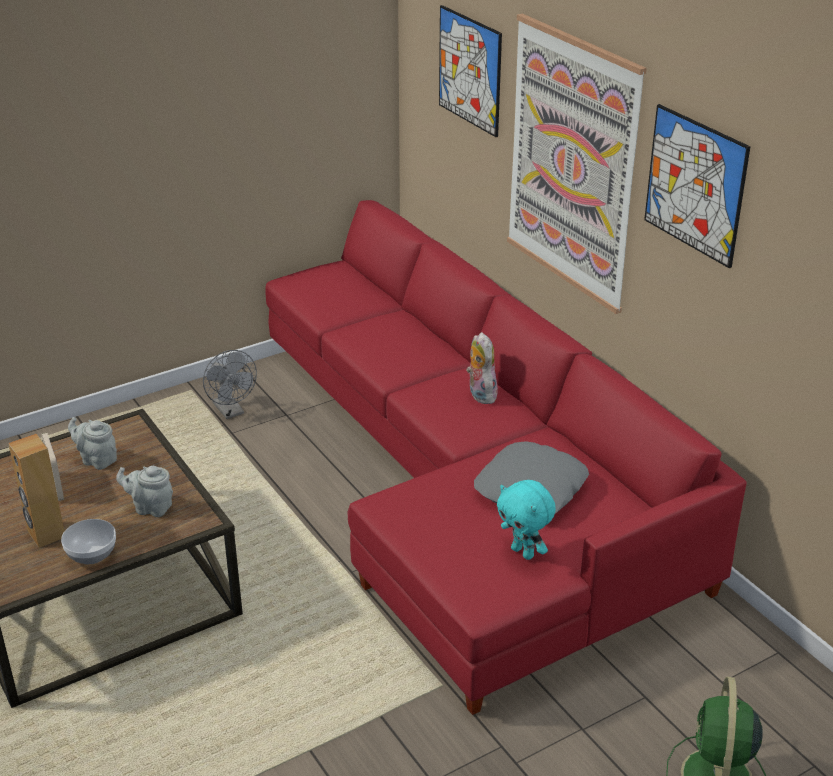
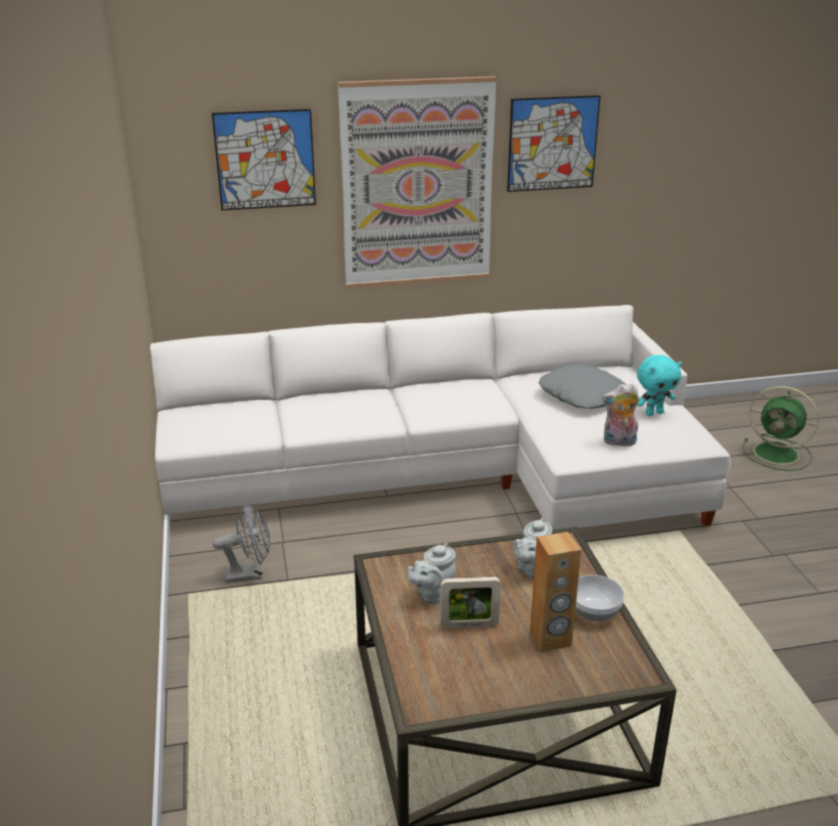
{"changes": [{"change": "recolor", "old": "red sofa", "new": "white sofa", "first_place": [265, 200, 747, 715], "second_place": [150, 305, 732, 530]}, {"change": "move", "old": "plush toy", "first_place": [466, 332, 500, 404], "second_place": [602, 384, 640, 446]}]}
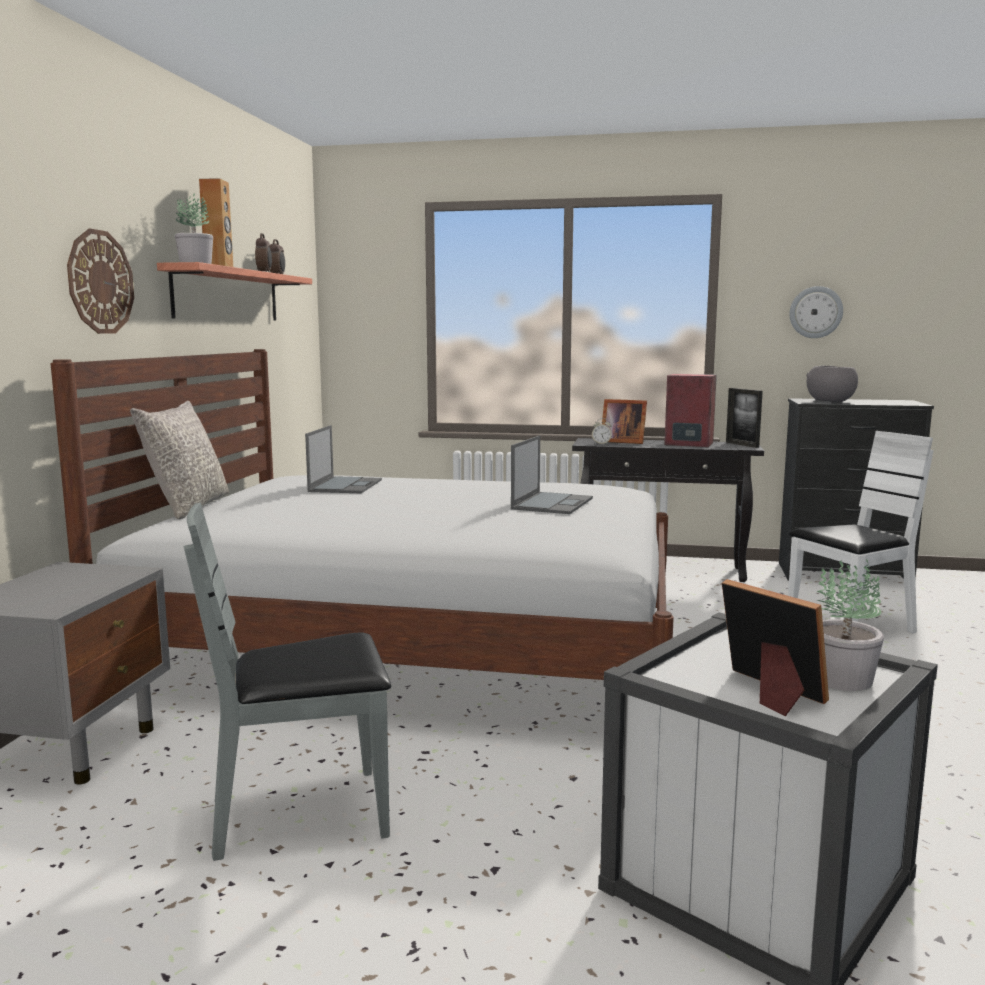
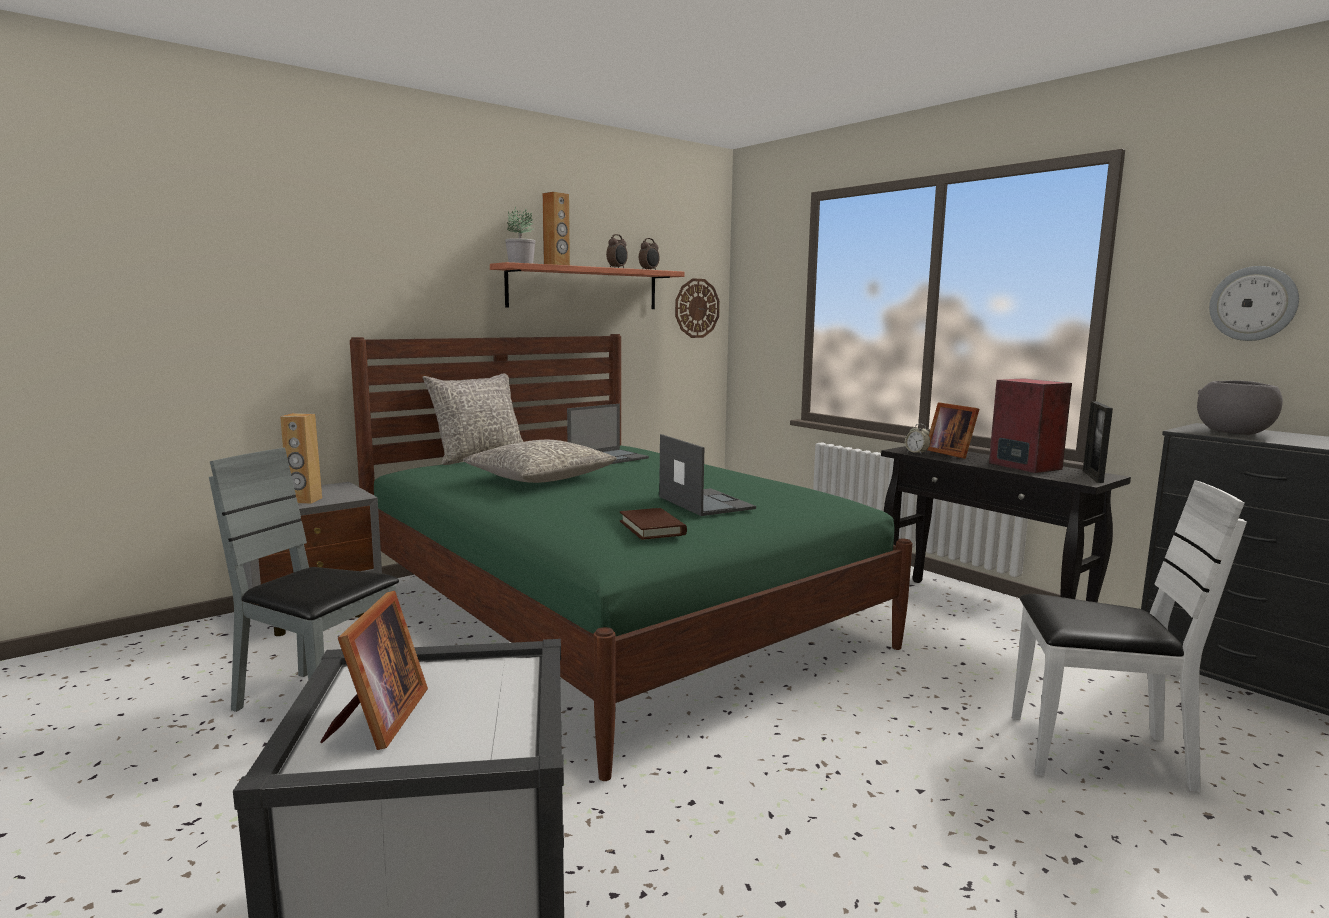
{"changes": [{"change": "move", "old": "wall clock", "first_place": [67, 228, 134, 334], "second_place": [675, 278, 720, 338]}, {"change": "recolor", "old": "white bed", "new": "green bed", "first_place": [51, 349, 674, 680], "second_place": [350, 334, 912, 781]}, {"change": "rotate", "old": "laptop", "first_place": [511, 436, 593, 514], "second_place": [659, 434, 756, 516], "degrees": -90}, {"change": "delete", "old": "potted plant", "first_place": [816, 559, 884, 691]}, {"change": "insert", "new": "brown speaker", "second_place": [280, 413, 322, 504]}, {"change": "insert", "new": "grey pillow", "second_place": [463, 440, 617, 483]}, {"change": "insert", "new": "brown book", "second_place": [620, 508, 687, 540]}]}
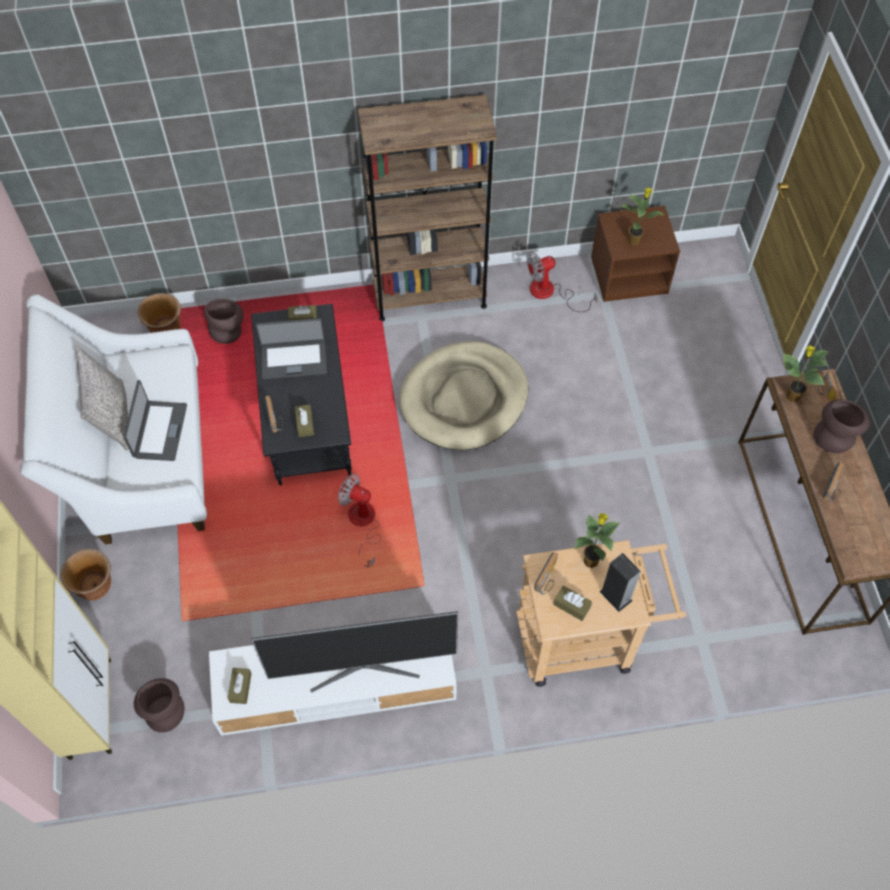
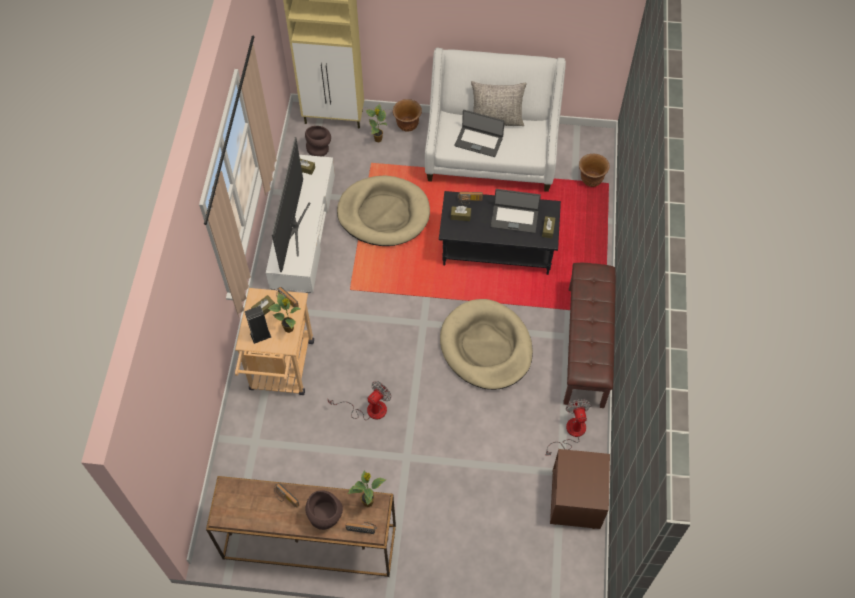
{"changes": [{"change": "replace", "old": "brown bookcase", "new": "brown bench", "first_place": [358, 95, 497, 321], "second_place": [563, 263, 616, 408]}, {"change": "move", "old": "potted plant", "first_place": [621, 187, 664, 246], "second_place": [366, 104, 387, 142]}, {"change": "delete", "old": "brown vase", "first_place": [204, 299, 243, 344]}, {"change": "rotate", "old": "laptop", "first_place": [256, 318, 327, 379], "second_place": [491, 189, 541, 233], "degrees": -90}, {"change": "move", "old": "fan", "first_place": [338, 474, 381, 567], "second_place": [328, 381, 391, 421]}, {"change": "insert", "new": "beige dog bed", "second_place": [337, 175, 430, 246]}]}
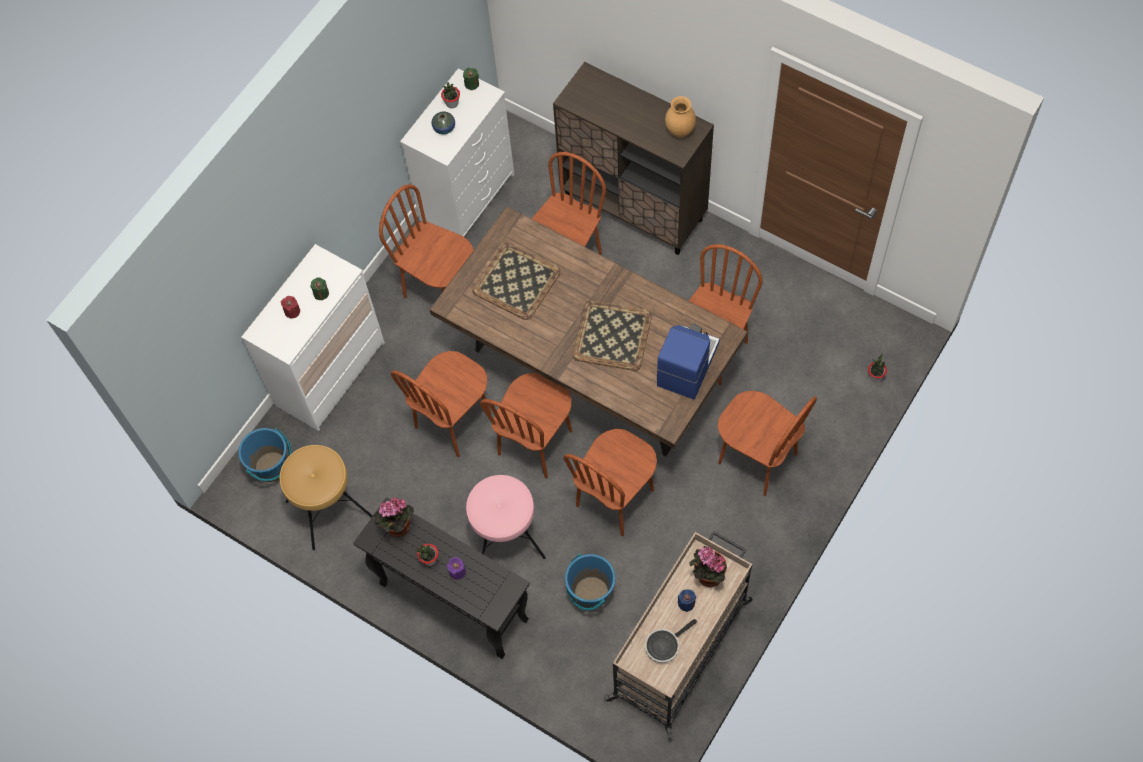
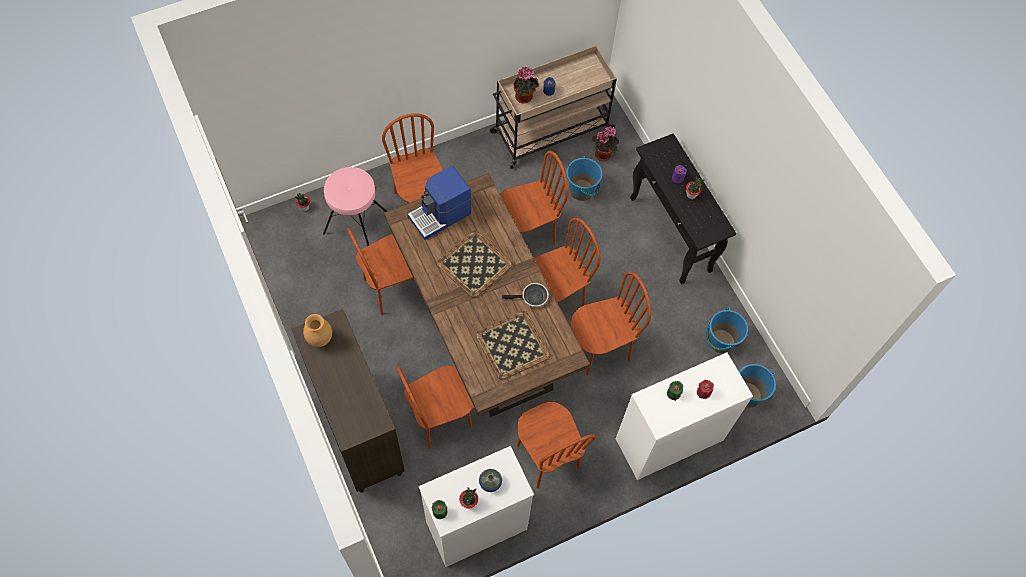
{"changes": [{"change": "replace", "old": "brown stool", "new": "blue bucket", "first_place": [280, 445, 373, 550], "second_place": [706, 308, 748, 353]}, {"change": "move", "old": "pink stool", "first_place": [466, 475, 546, 559], "second_place": [323, 167, 387, 246]}, {"change": "move", "old": "potted plant", "first_place": [373, 497, 414, 537], "second_place": [592, 126, 619, 161]}, {"change": "move", "old": "frying pan", "first_place": [645, 619, 697, 663], "second_place": [502, 283, 549, 307]}]}
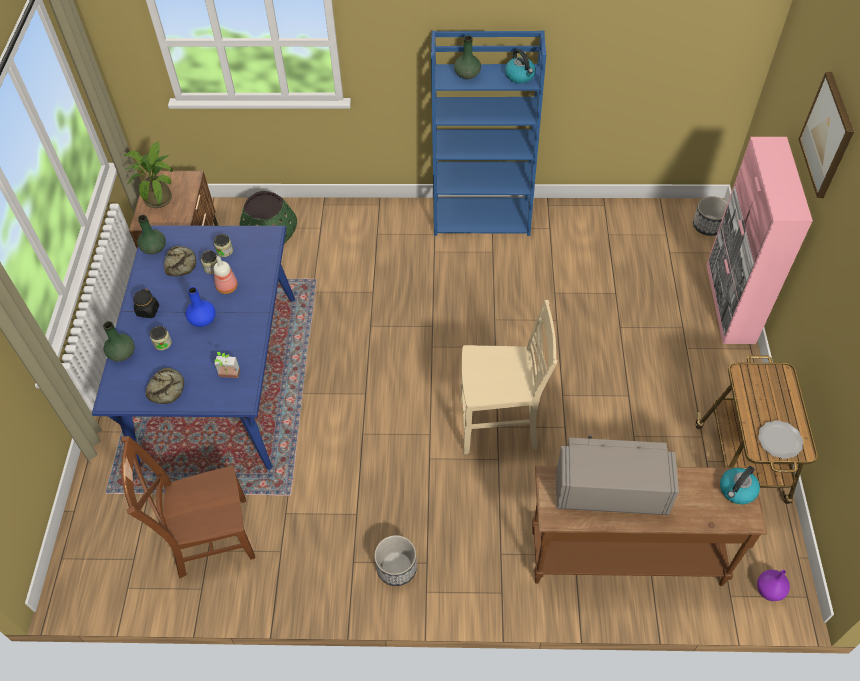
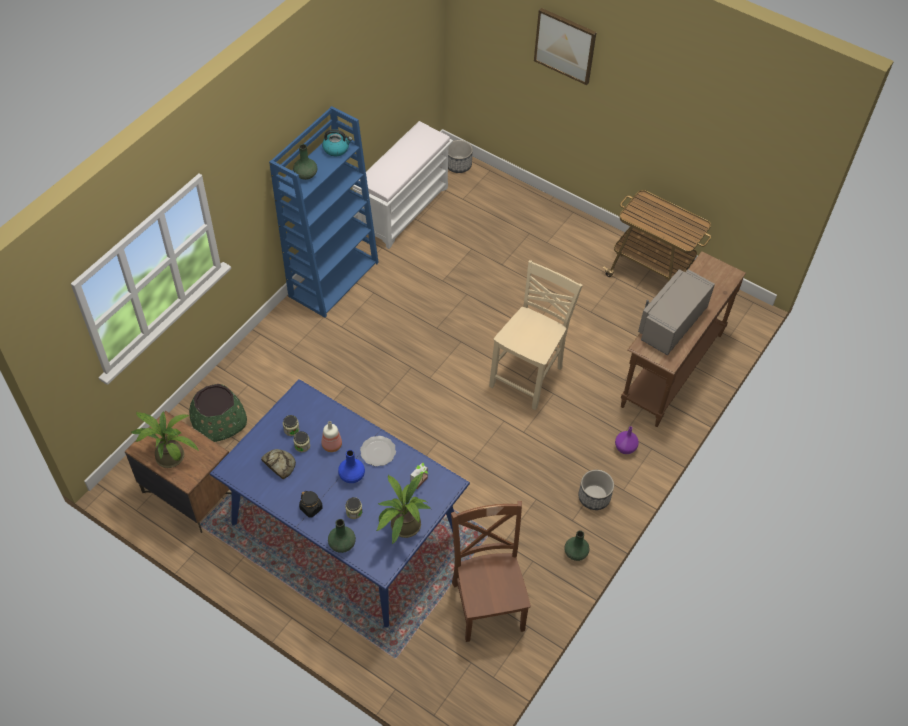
{"changes": [{"change": "delete", "old": "pink cabinet", "first_place": [706, 137, 813, 344]}, {"change": "move", "old": "green vase", "first_place": [137, 215, 166, 254], "second_place": [564, 531, 589, 561]}, {"change": "replace", "old": "bread", "new": "potted plant", "first_place": [146, 368, 184, 404], "second_place": [376, 473, 431, 544]}, {"change": "move", "old": "plate", "first_place": [758, 420, 803, 459], "second_place": [360, 436, 396, 466]}, {"change": "rotate", "old": "brown chair", "first_place": [121, 436, 255, 578], "second_place": [451, 501, 531, 642], "degrees": 150}, {"change": "delete", "old": "kettle", "first_place": [720, 466, 760, 504]}, {"change": "move", "old": "purple vase", "first_place": [757, 569, 790, 601], "second_place": [615, 427, 639, 454]}, {"change": "insert", "new": "white bench", "second_place": [352, 121, 453, 249]}]}
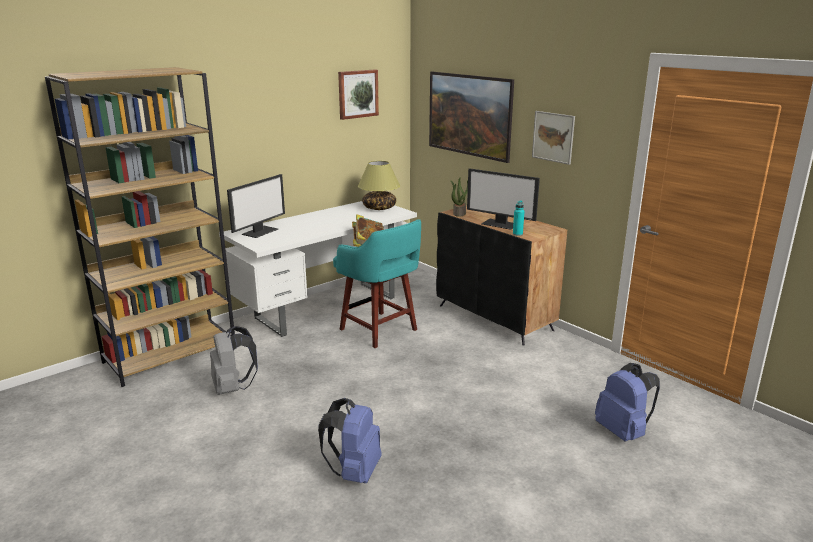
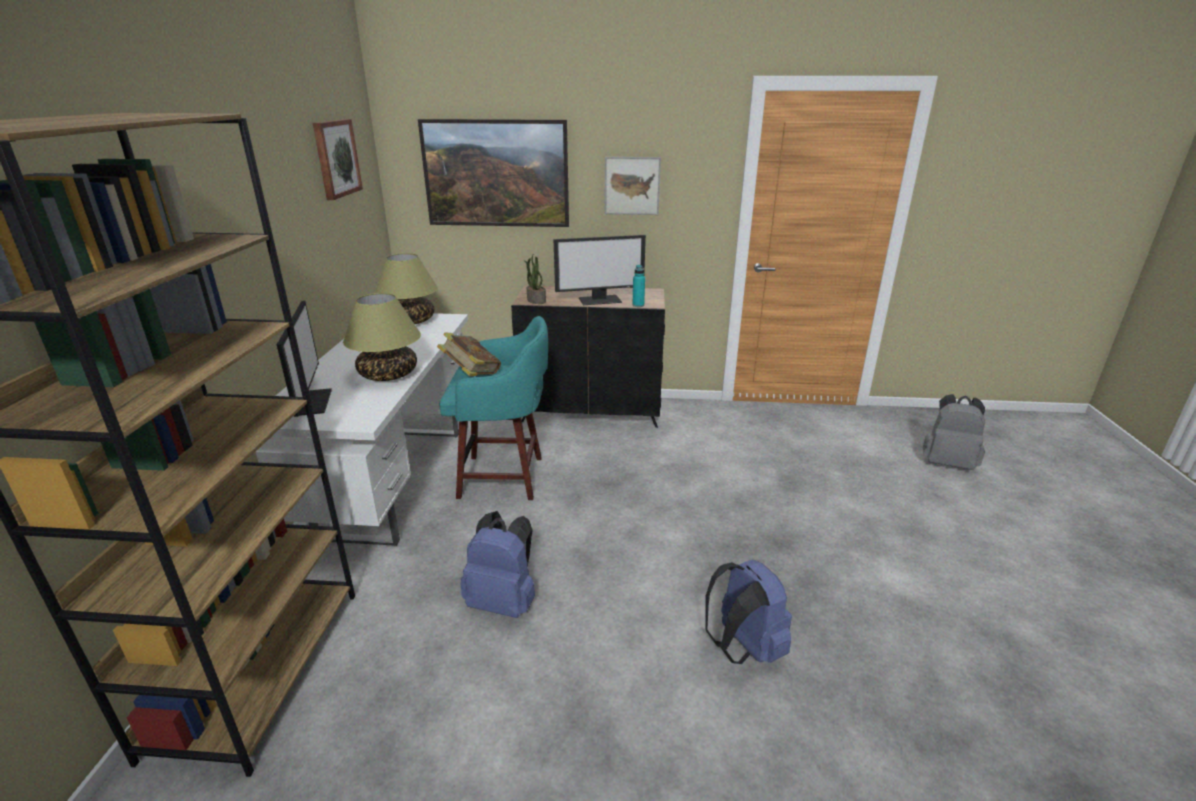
{"changes": [{"change": "move", "old": "grey backpack", "first_place": [210, 326, 258, 395], "second_place": [923, 394, 985, 470]}, {"change": "move", "old": "blue backpack", "first_place": [595, 363, 660, 442], "second_place": [460, 511, 535, 618]}, {"change": "insert", "new": "table lamp", "second_place": [343, 293, 421, 381]}]}
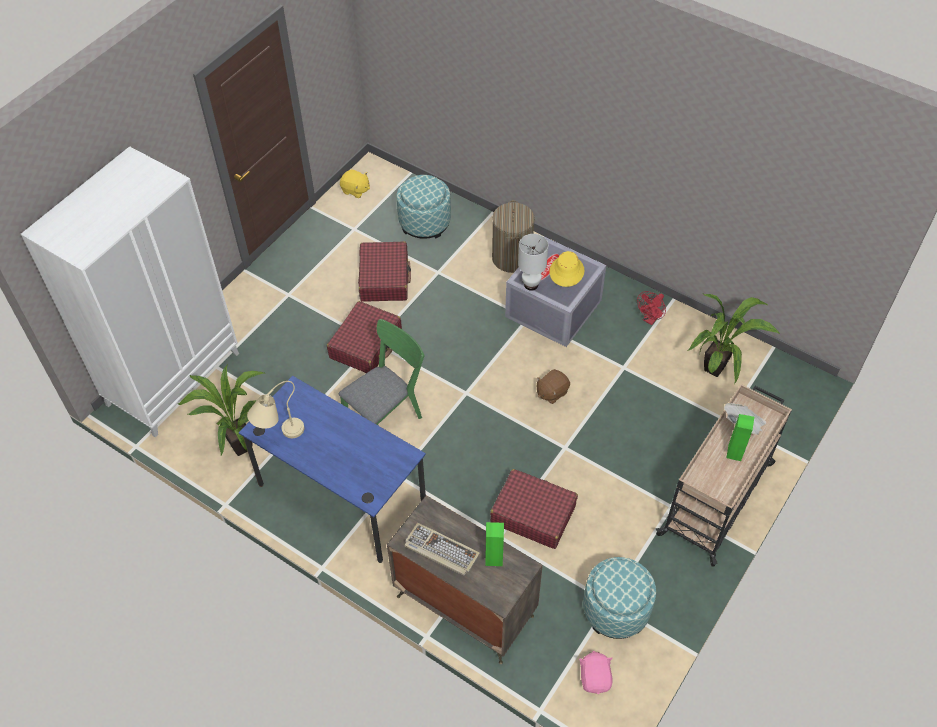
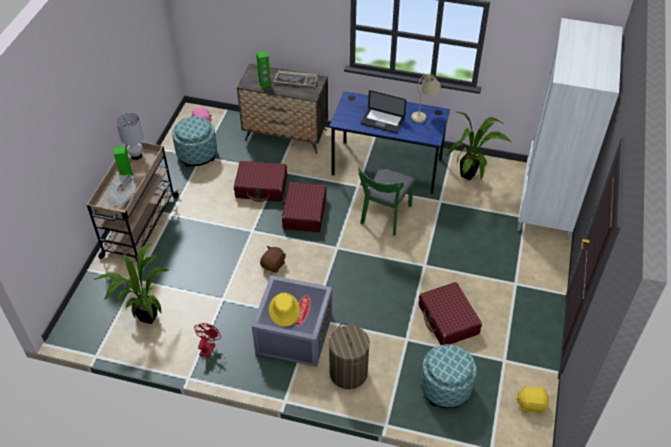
{"changes": [{"change": "move", "old": "white table lamp", "first_place": [518, 234, 548, 291], "second_place": [116, 113, 143, 160]}, {"change": "move", "old": "red suitcase", "first_place": [327, 301, 402, 373], "second_place": [282, 182, 326, 232]}, {"change": "insert", "new": "laptop", "second_place": [361, 90, 406, 133]}]}
